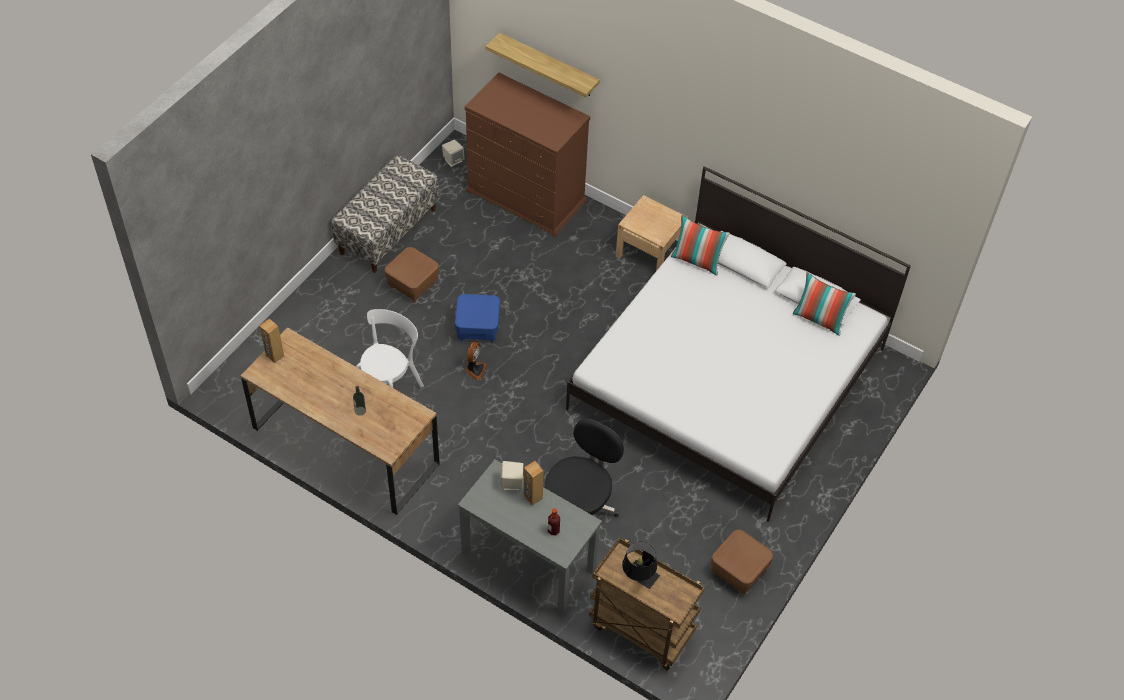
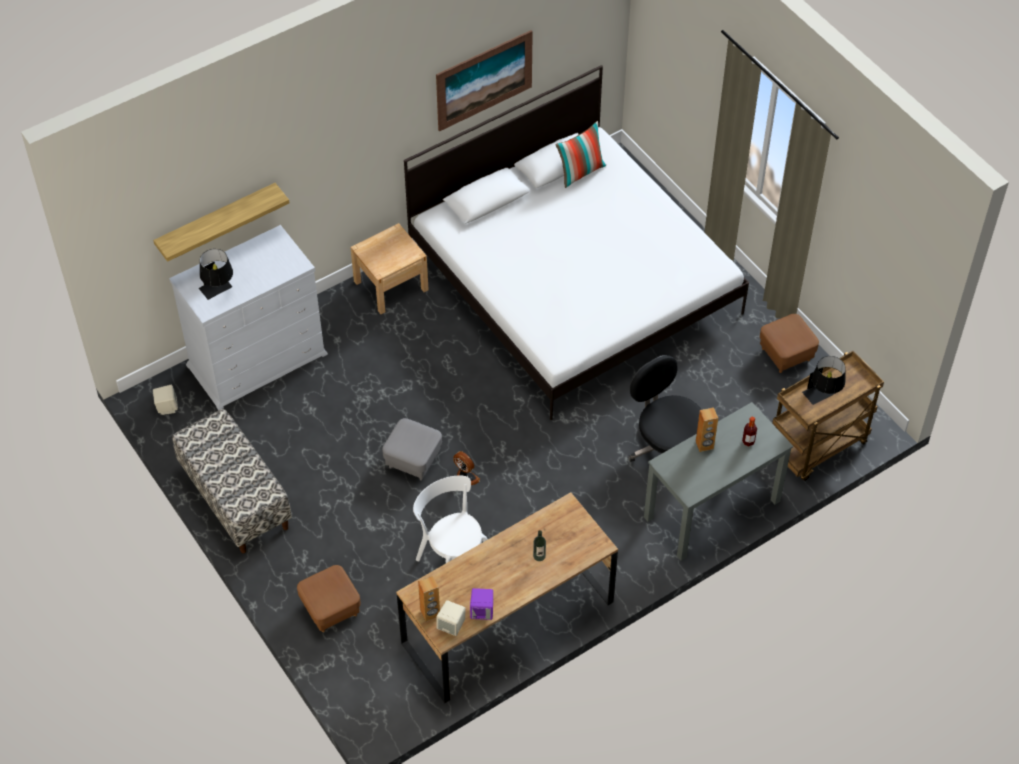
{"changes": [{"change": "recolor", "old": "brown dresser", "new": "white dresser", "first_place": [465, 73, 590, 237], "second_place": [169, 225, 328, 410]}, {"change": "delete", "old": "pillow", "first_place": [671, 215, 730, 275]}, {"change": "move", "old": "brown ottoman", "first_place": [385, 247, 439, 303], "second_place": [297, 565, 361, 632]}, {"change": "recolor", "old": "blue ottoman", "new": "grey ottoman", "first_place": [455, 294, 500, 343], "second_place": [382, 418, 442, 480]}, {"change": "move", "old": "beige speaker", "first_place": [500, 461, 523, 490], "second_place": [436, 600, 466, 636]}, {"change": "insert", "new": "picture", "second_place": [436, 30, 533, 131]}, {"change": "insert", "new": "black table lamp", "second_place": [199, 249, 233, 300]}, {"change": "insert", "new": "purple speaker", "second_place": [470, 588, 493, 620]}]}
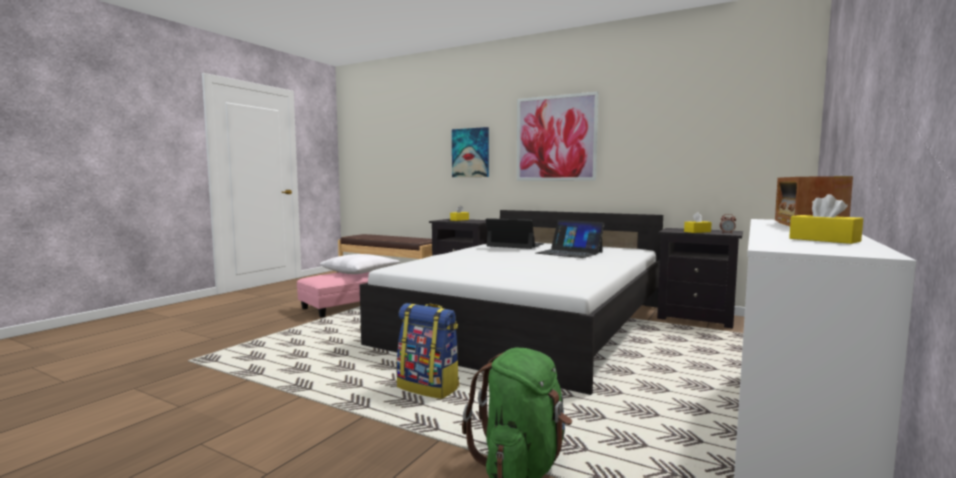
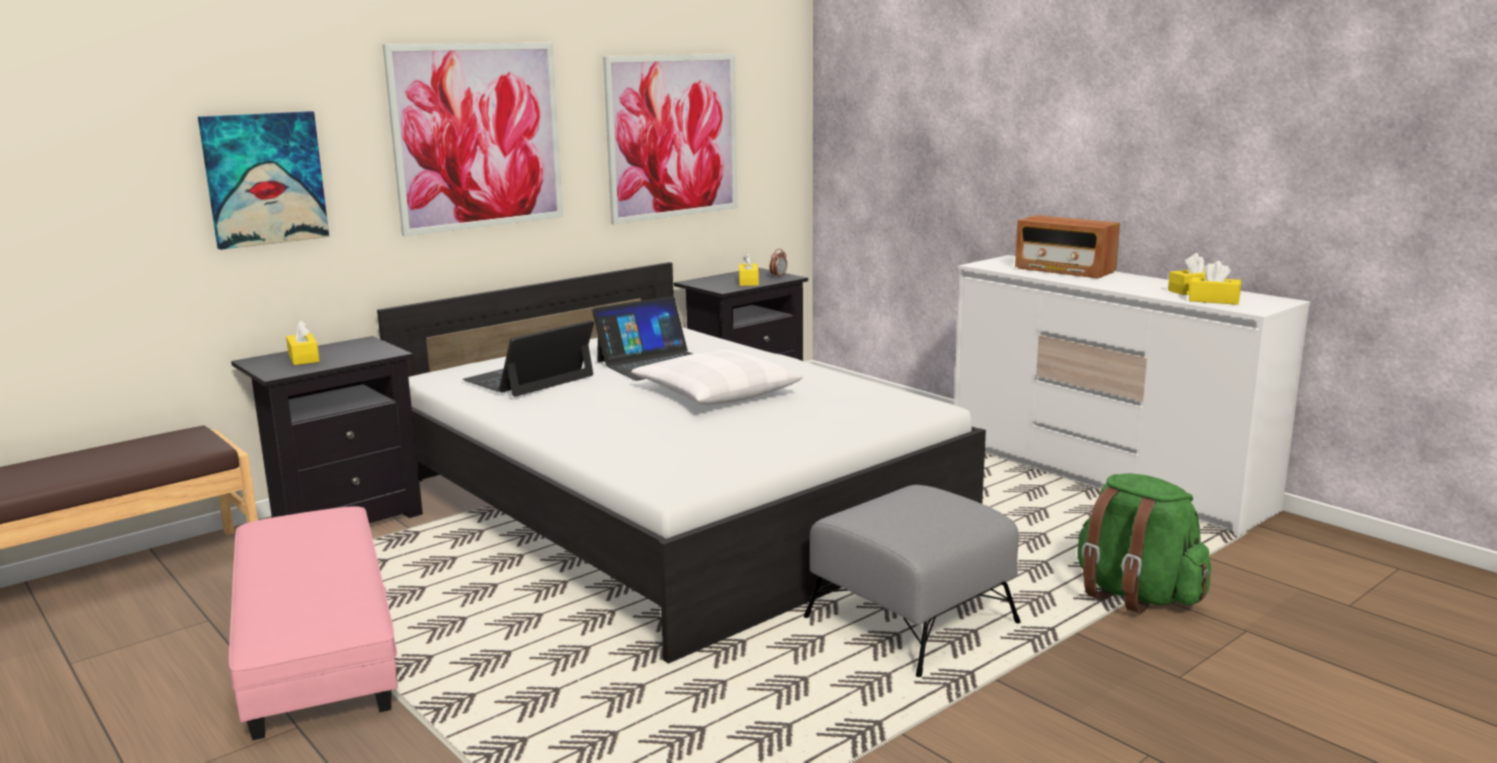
{"changes": [{"change": "move", "old": "white pillow", "first_place": [320, 254, 400, 274], "second_place": [632, 349, 803, 405]}, {"change": "replace", "old": "backpack", "new": "grey ottoman", "first_place": [396, 303, 459, 399], "second_place": [804, 485, 1021, 677]}, {"change": "insert", "new": "picture", "second_place": [603, 54, 737, 224]}, {"change": "insert", "new": "yellow tissue box", "second_place": [1189, 261, 1241, 305]}]}
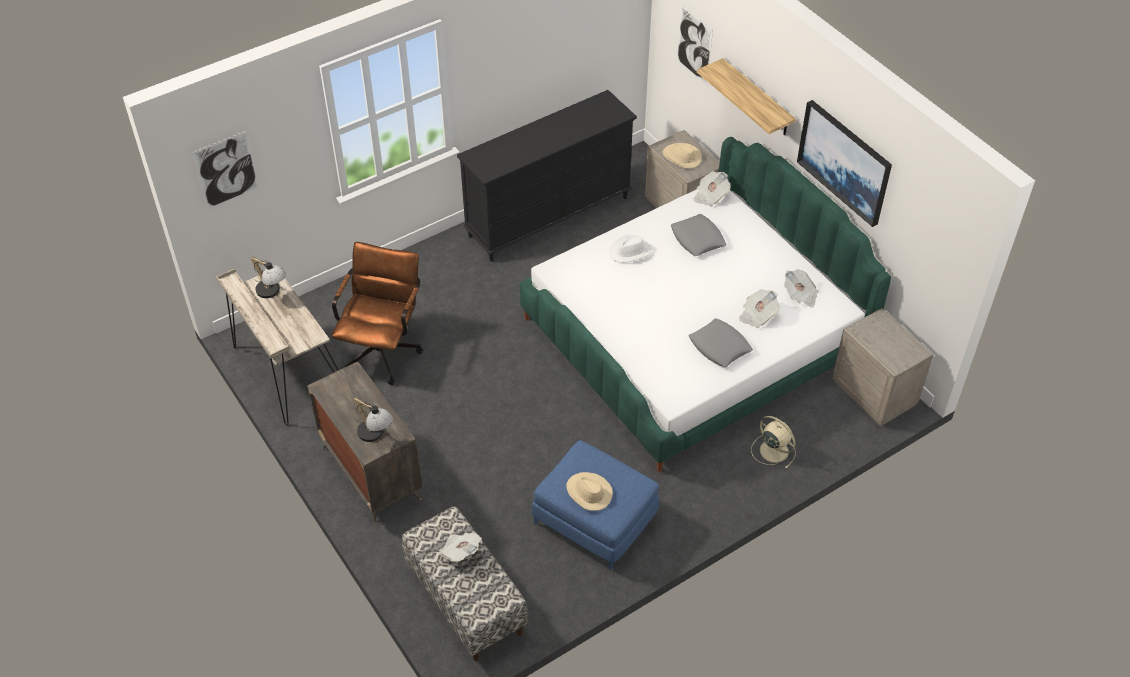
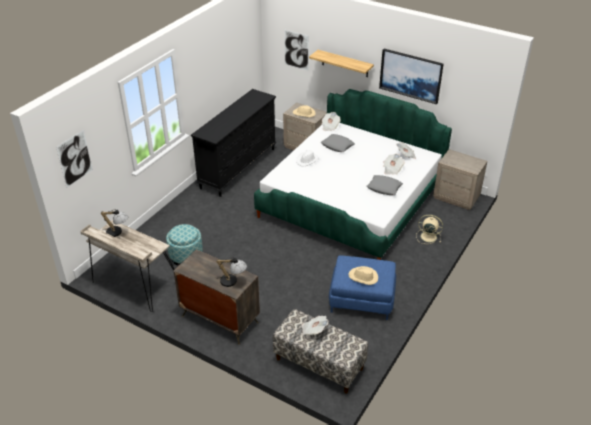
{"changes": [{"change": "replace", "old": "brown office chair", "new": "ottoman", "first_place": [332, 242, 423, 385], "second_place": [166, 224, 203, 265]}]}
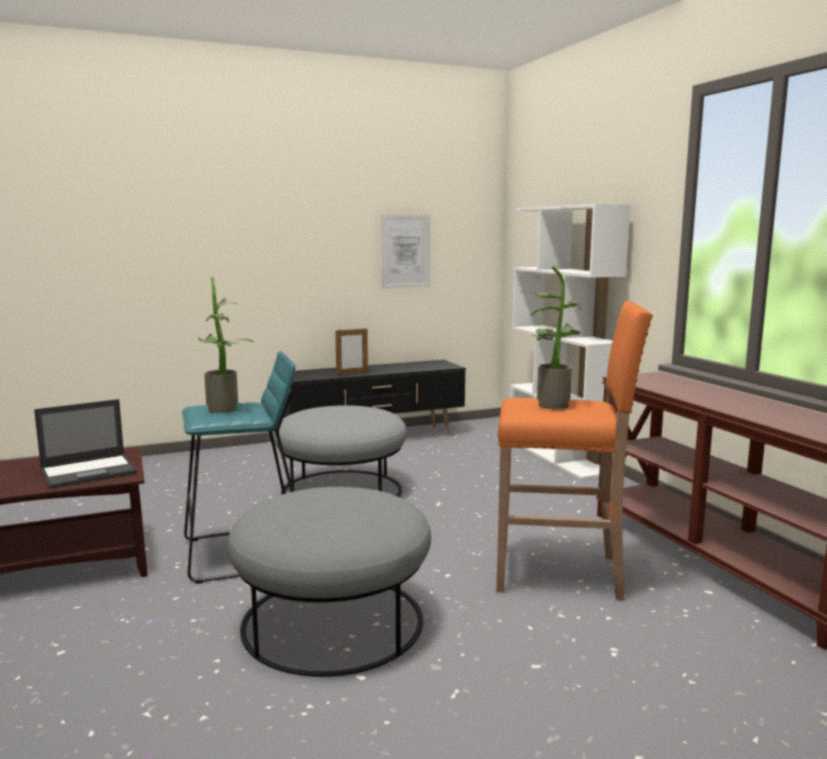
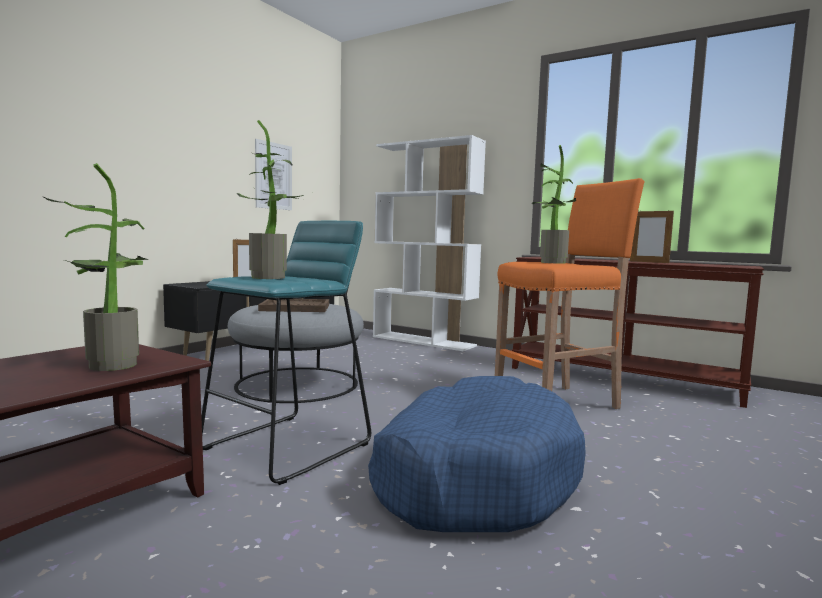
{"changes": [{"change": "replace", "old": "laptop", "new": "potted plant", "first_place": [34, 399, 137, 489], "second_place": [44, 163, 148, 371]}, {"change": "replace", "old": "grey ottoman", "new": "blue dog bed", "first_place": [227, 487, 431, 677], "second_place": [368, 376, 586, 532]}, {"change": "insert", "new": "picture frame", "second_place": [630, 211, 674, 263]}, {"change": "insert", "new": "brown tray", "second_place": [258, 299, 329, 312]}]}
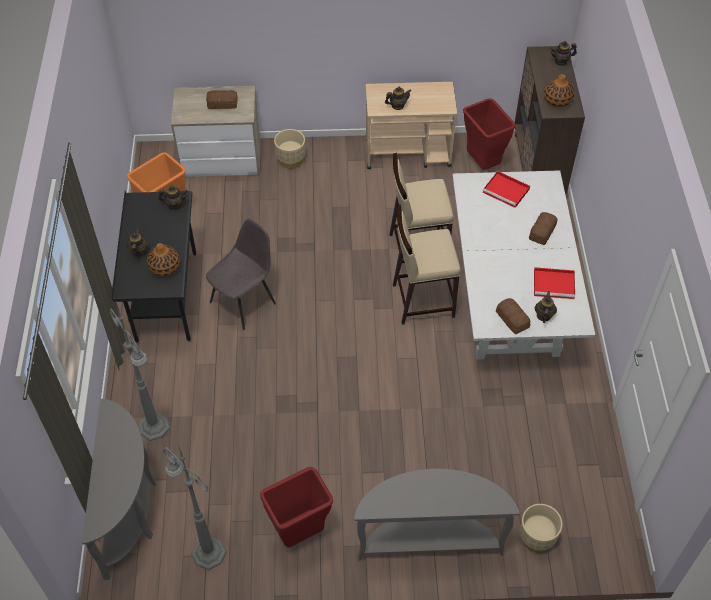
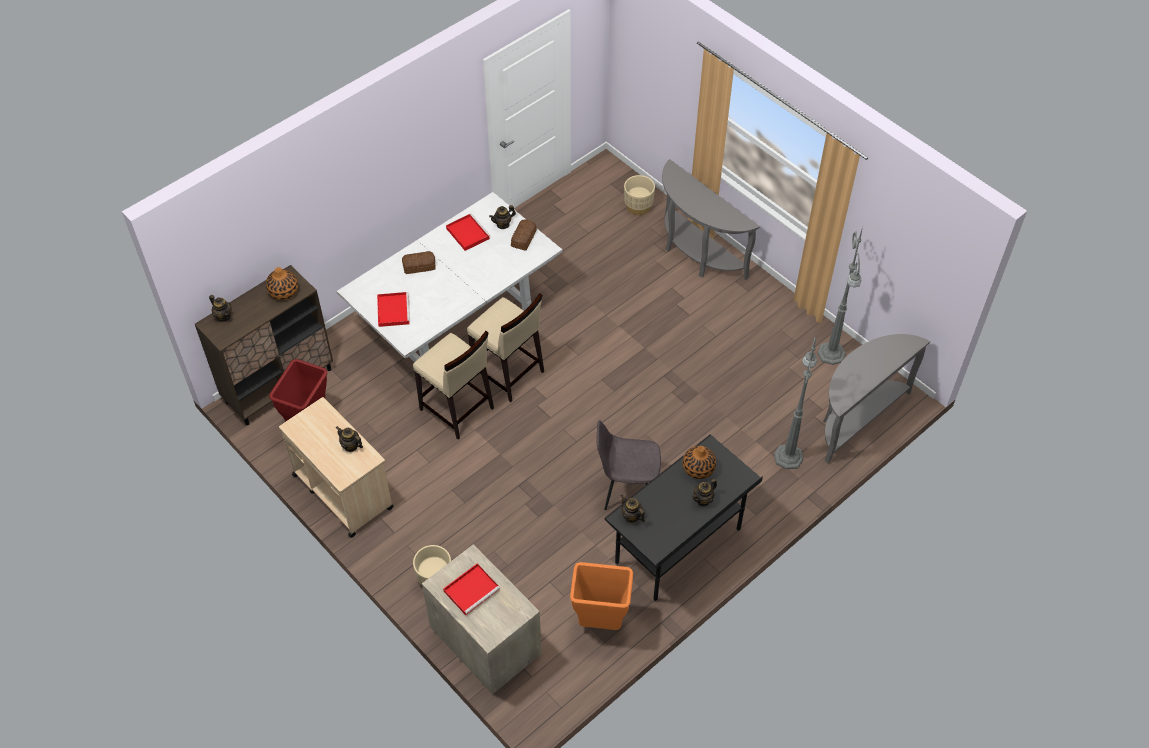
{"changes": [{"change": "replace", "old": "bread", "new": "red tray", "first_place": [206, 90, 238, 109], "second_place": [443, 563, 500, 616]}, {"change": "delete", "old": "red trash can", "first_place": [260, 467, 333, 548]}]}
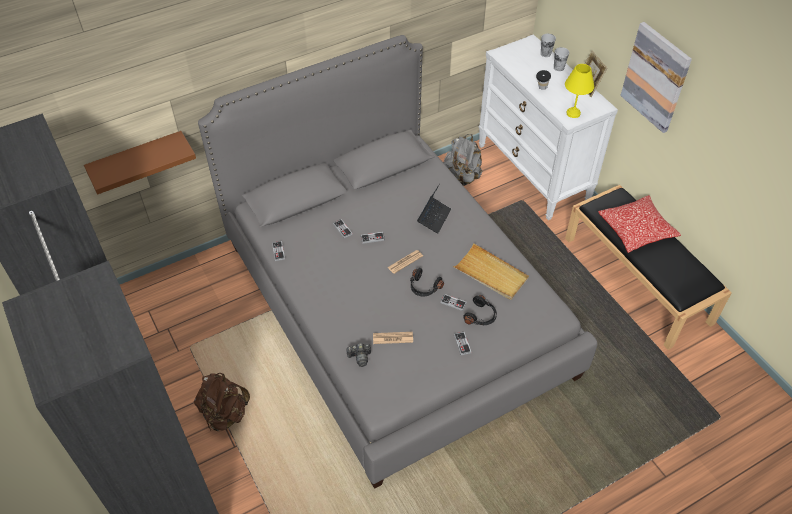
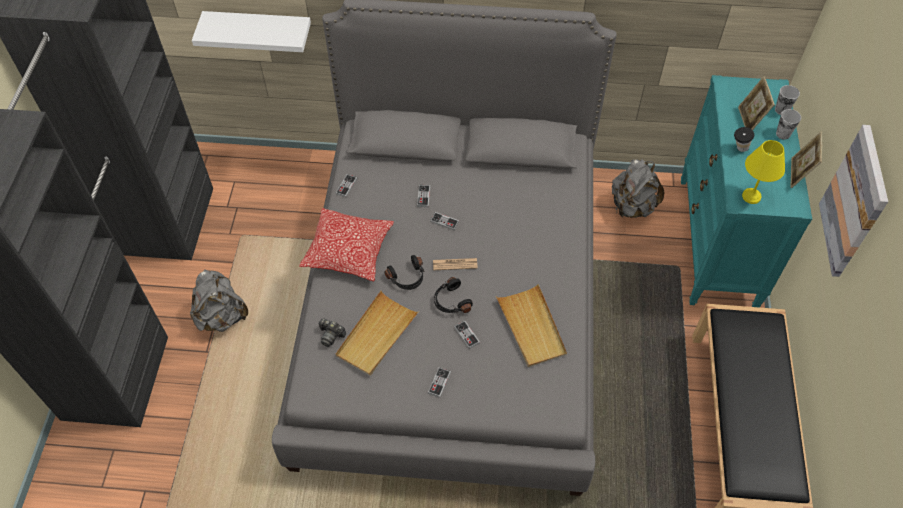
{"changes": [{"change": "recolor", "old": "white dresser", "new": "turquoise dresser", "first_place": [479, 34, 618, 220], "second_place": [681, 75, 812, 308]}, {"change": "recolor", "old": "brown shelf", "new": "white shelf", "first_place": [84, 131, 196, 195], "second_place": [192, 11, 311, 52]}, {"change": "delete", "old": "laptop", "first_place": [417, 184, 451, 234]}, {"change": "move", "old": "pillow", "first_place": [598, 195, 681, 253], "second_place": [299, 208, 394, 281]}, {"change": "move", "old": "black headphones", "first_place": [463, 295, 497, 325], "second_place": [384, 255, 424, 290]}, {"change": "replace", "old": "newspaper", "new": "beige tray", "first_place": [373, 332, 413, 344], "second_place": [336, 291, 419, 376]}, {"change": "recolor", "old": "brown backpack", "new": "grey backpack", "first_place": [194, 373, 250, 431], "second_place": [190, 270, 248, 332]}, {"change": "insert", "new": "picture frame", "second_place": [738, 76, 775, 130]}]}
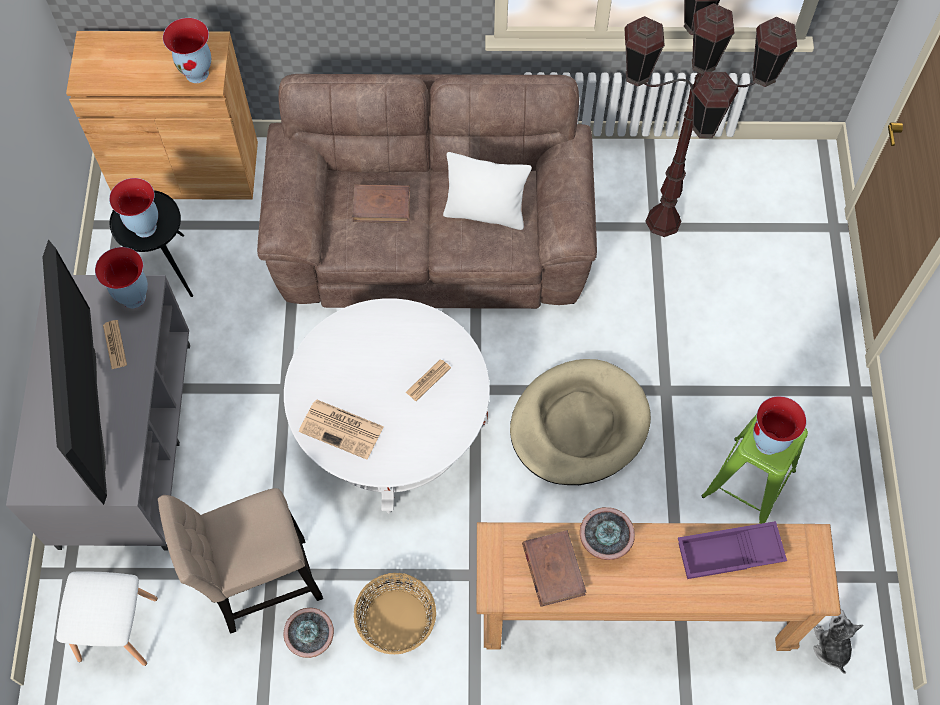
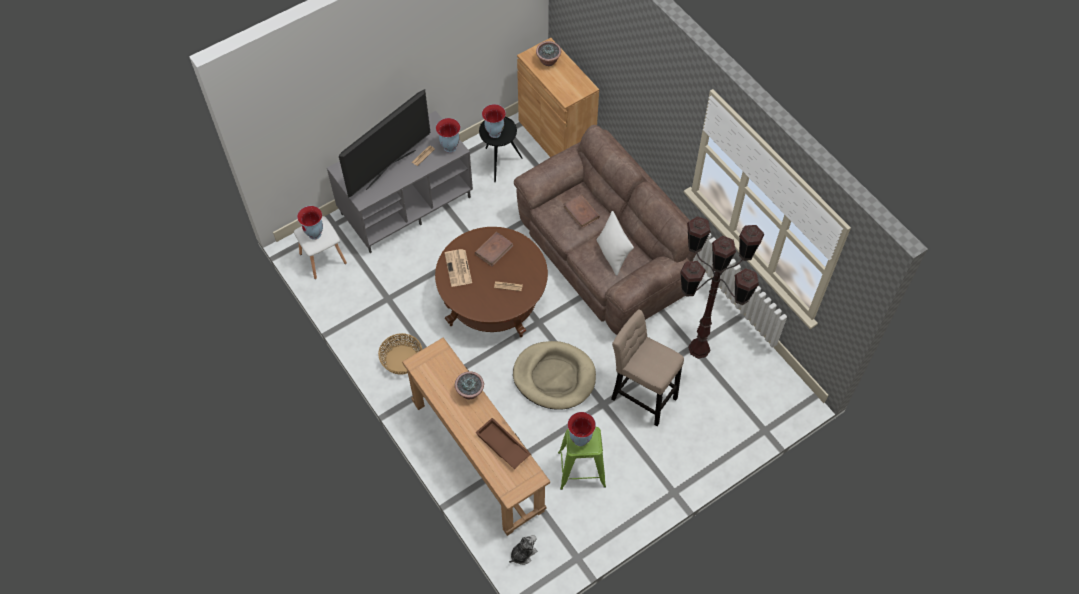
{"changes": [{"change": "move", "old": "vase", "first_place": [163, 18, 211, 83], "second_place": [297, 206, 323, 240]}, {"change": "recolor", "old": "white coffee table", "new": "brown coffee table", "first_place": [284, 298, 490, 513], "second_place": [435, 227, 548, 337]}, {"change": "move", "old": "beige stool", "first_place": [158, 488, 323, 634], "second_place": [611, 309, 684, 426]}, {"change": "recolor", "old": "purple tray", "new": "brown tray", "first_place": [678, 521, 787, 579], "second_place": [476, 418, 531, 469]}, {"change": "move", "old": "brown book", "first_place": [522, 530, 587, 607], "second_place": [475, 232, 514, 266]}, {"change": "move", "old": "potted plant", "first_place": [283, 608, 334, 658], "second_place": [536, 41, 561, 66]}]}
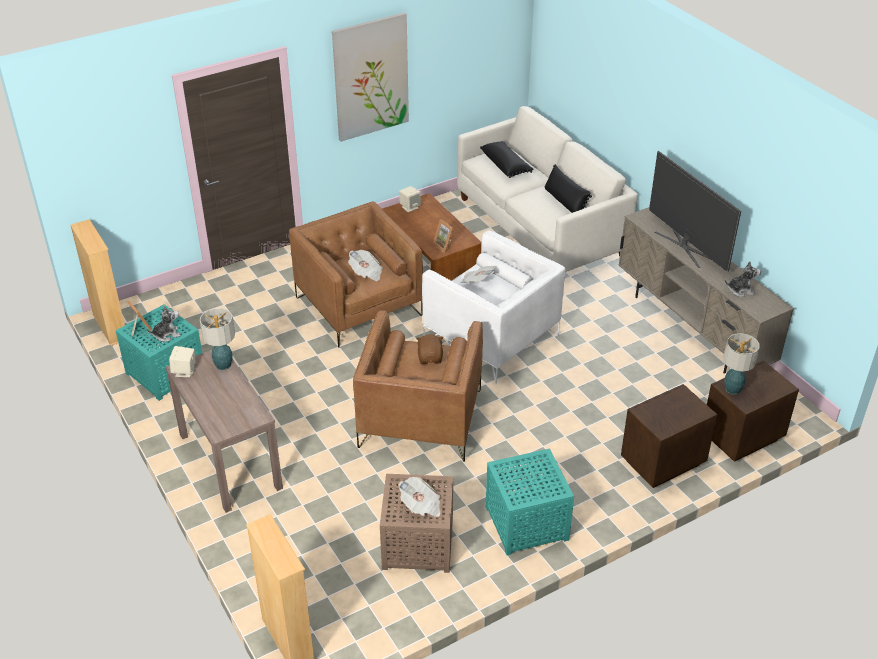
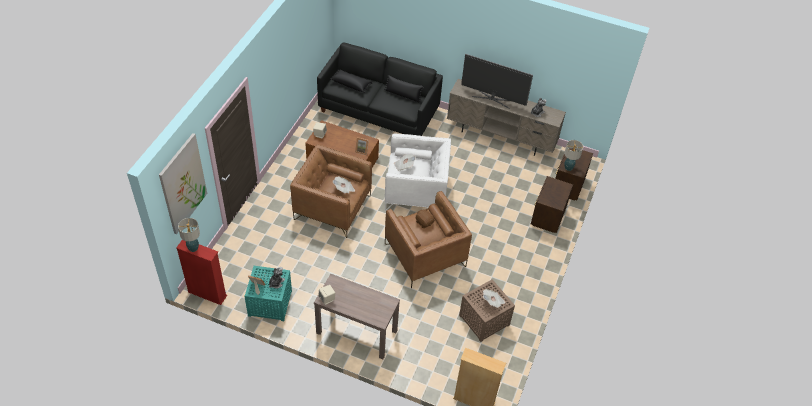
{"changes": [{"change": "move", "old": "picture", "first_place": [332, 12, 409, 142], "second_place": [159, 133, 207, 234]}, {"change": "recolor", "old": "white sofa", "new": "black sofa", "first_place": [457, 106, 638, 272], "second_place": [317, 43, 443, 136]}, {"change": "recolor", "old": "beige bookcase", "new": "red bookcase", "first_place": [70, 219, 125, 346], "second_place": [176, 240, 227, 305]}, {"change": "move", "old": "table lamp", "first_place": [200, 308, 235, 370], "second_place": [178, 218, 200, 252]}, {"change": "delete", "old": "turquoise side table", "first_place": [486, 449, 574, 555]}]}
